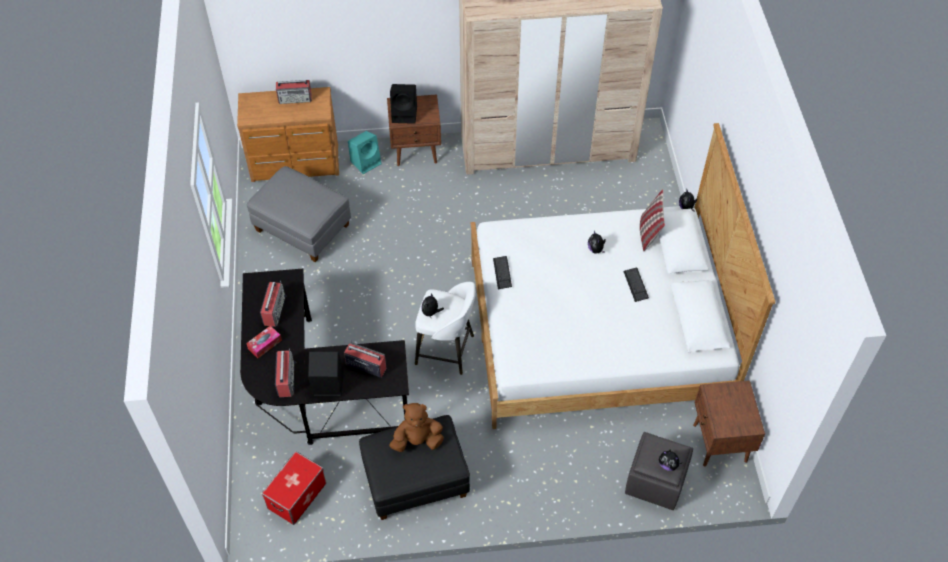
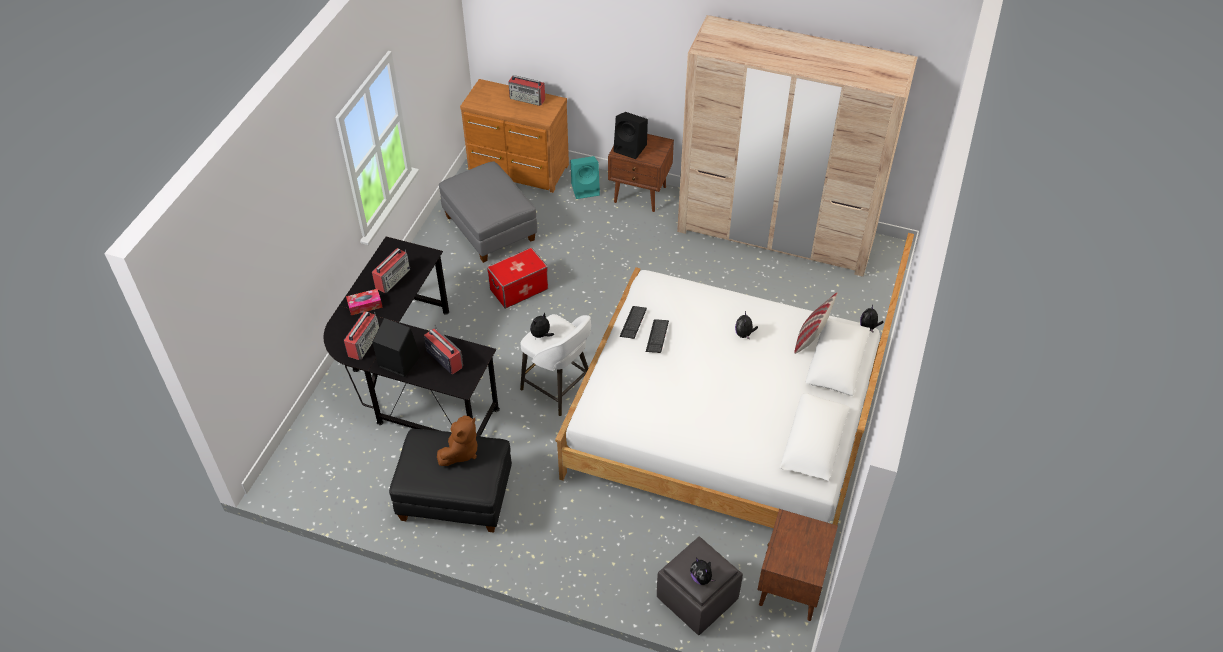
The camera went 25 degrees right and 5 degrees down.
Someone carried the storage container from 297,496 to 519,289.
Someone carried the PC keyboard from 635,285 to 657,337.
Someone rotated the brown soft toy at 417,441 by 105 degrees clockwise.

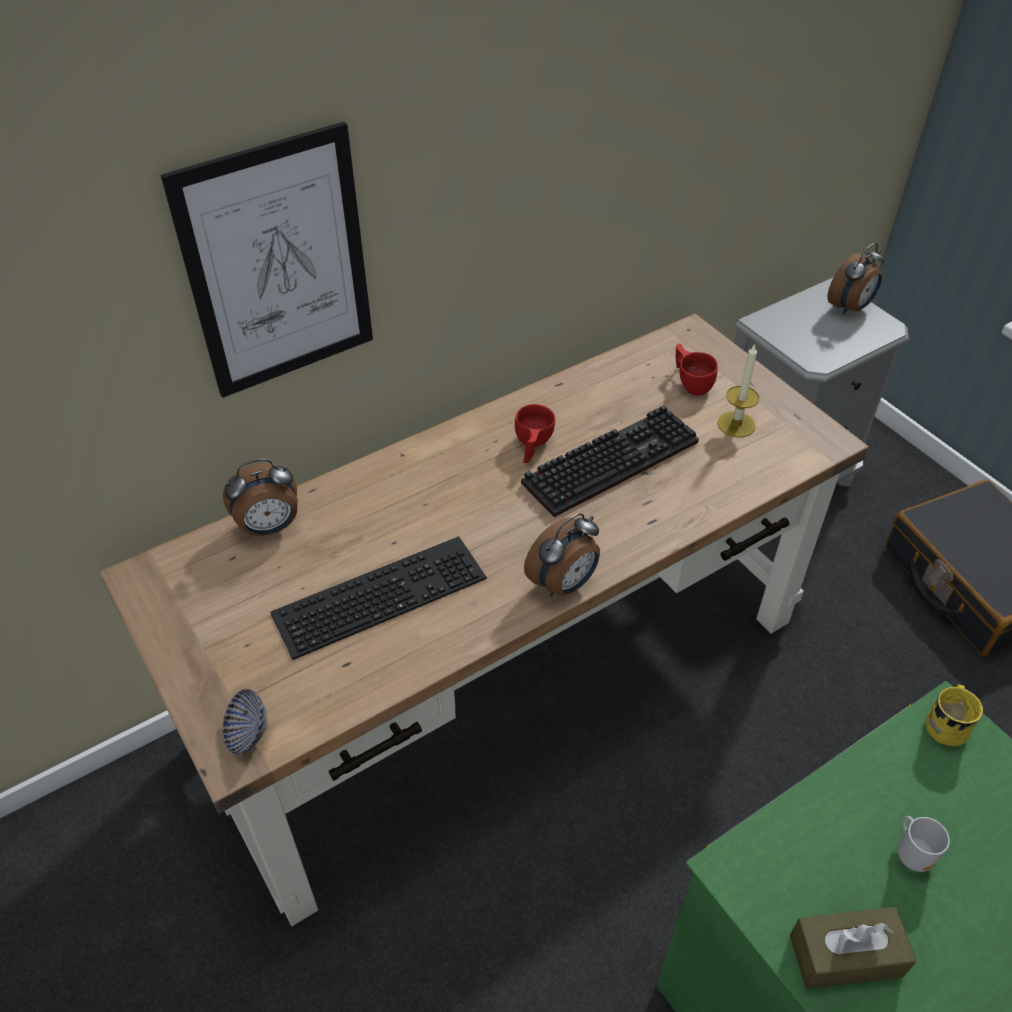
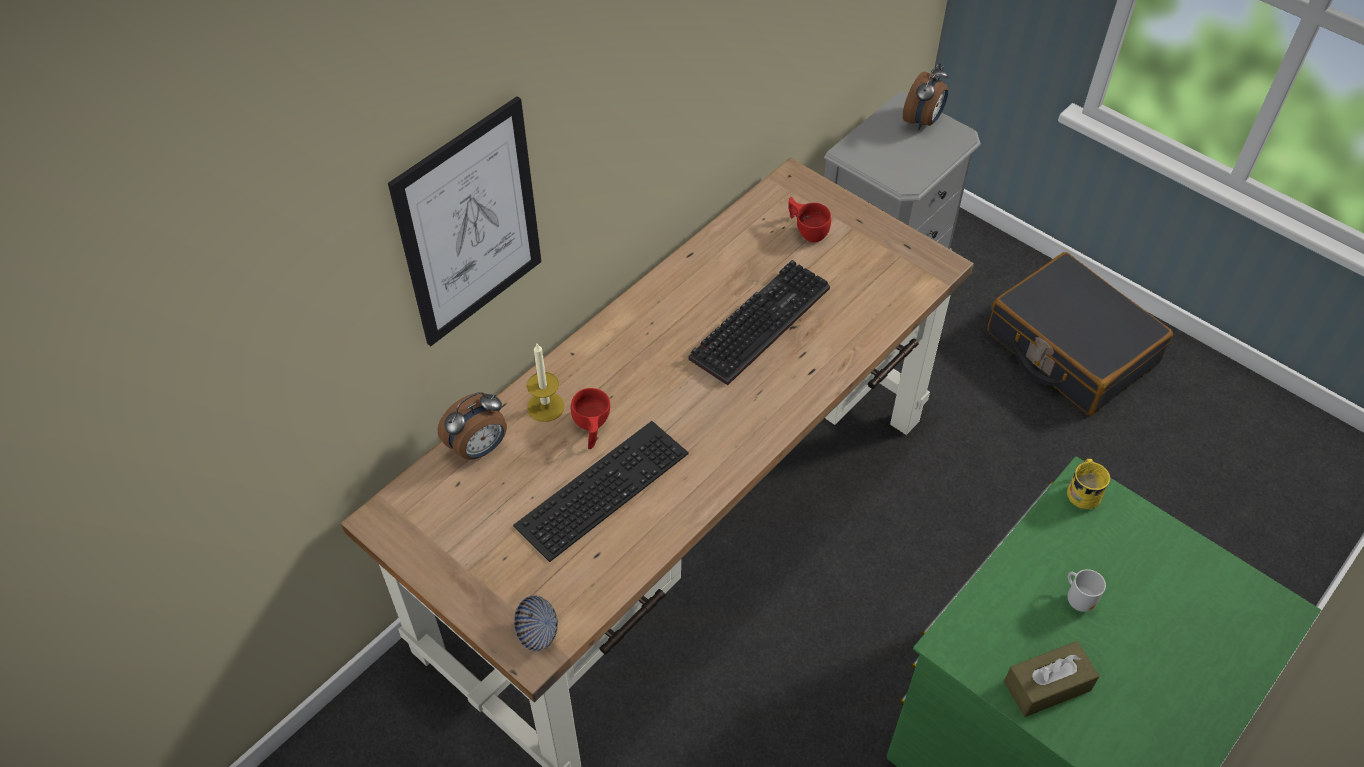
The camera went 15 degrees left and 5 degrees up.
Someone took away the bedside clock at 564,584.
Someone carried the red small cup from 532,446 to 591,428.
Someone carried the wax light from 736,424 to 545,407.

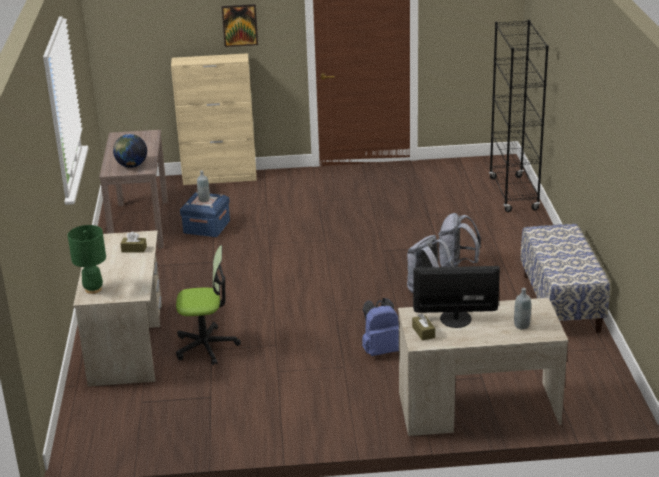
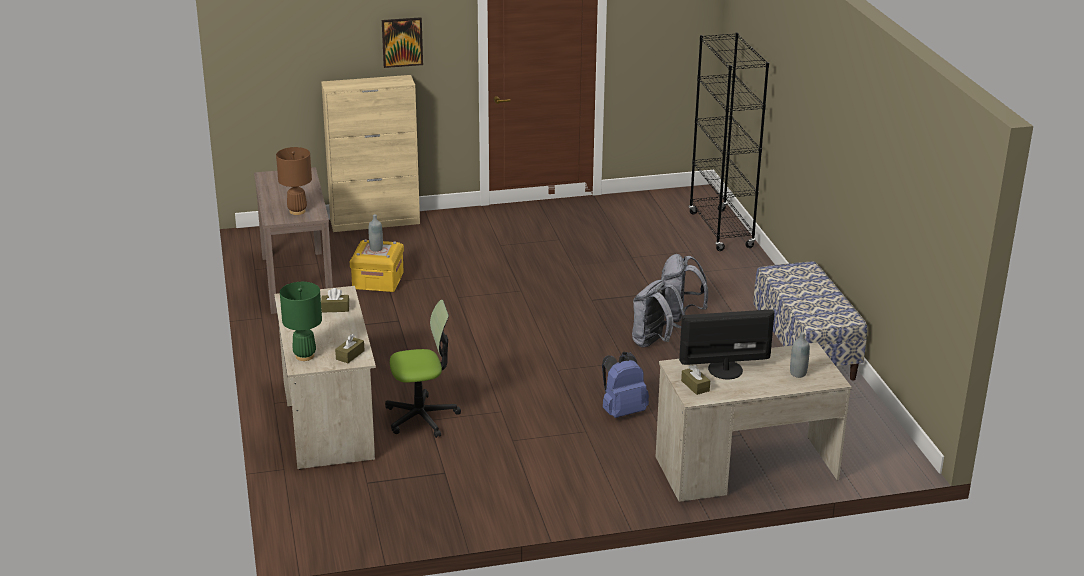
The camera went 10 degrees left and 0 degrees up.
Someone put down the brown tissue box at 350,355.
Someone swapped the globe at 131,166 for the brown table lamp at 297,211.
Someone repainted the blue storage container at 206,227, which became the yellowish storage container at 378,281.

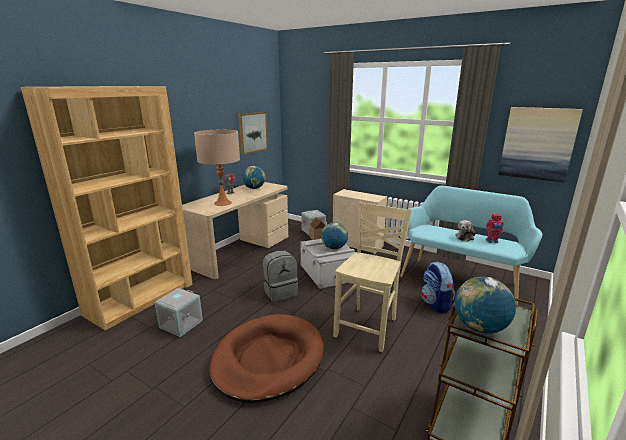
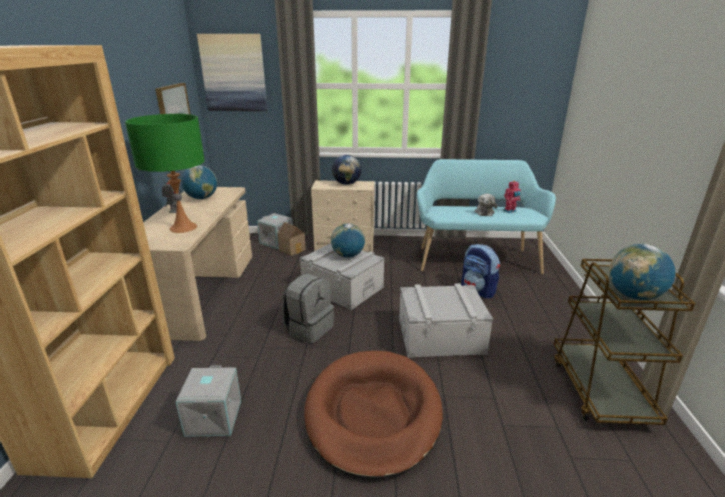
The camera went 30 degrees left and 5 degrees up.
Someone put down the globe at 346,184.
Someone carried the wall art from 537,144 to 234,73.
Someone swapped the beige plain chair at 368,327 for the grey storage container at 440,336.
Someone repainted the beige table lamp at 223,203, which became the green-coloured table lamp at 183,227.

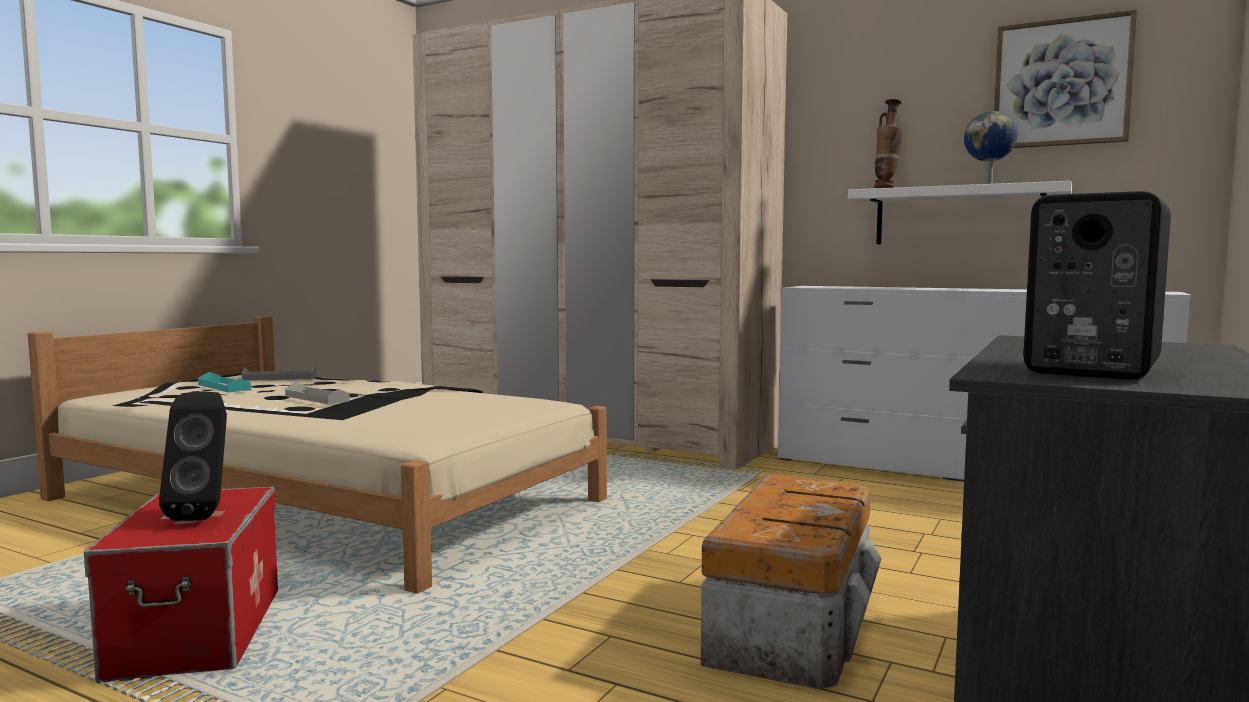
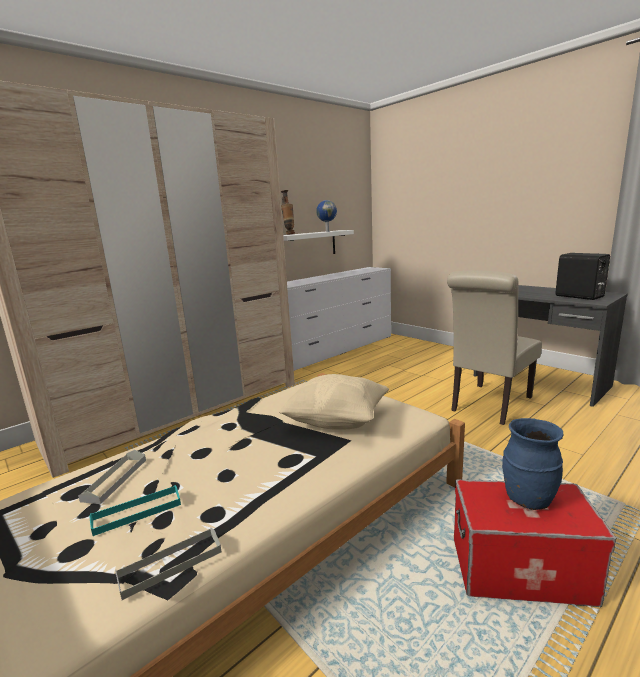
The camera went 70 degrees left and 10 degrees up.
Someone took away the wall art at 1061,83.
Someone put down the beige cushion at 337,421.
Someone carried the grey carrying tray from 317,398 to 170,564.
Someone swapped the black loudspeaker at 205,514 for the blue decorative vase at 527,499.
Someone swapped the storage container at 794,623 for the beige plain chair at 488,405.

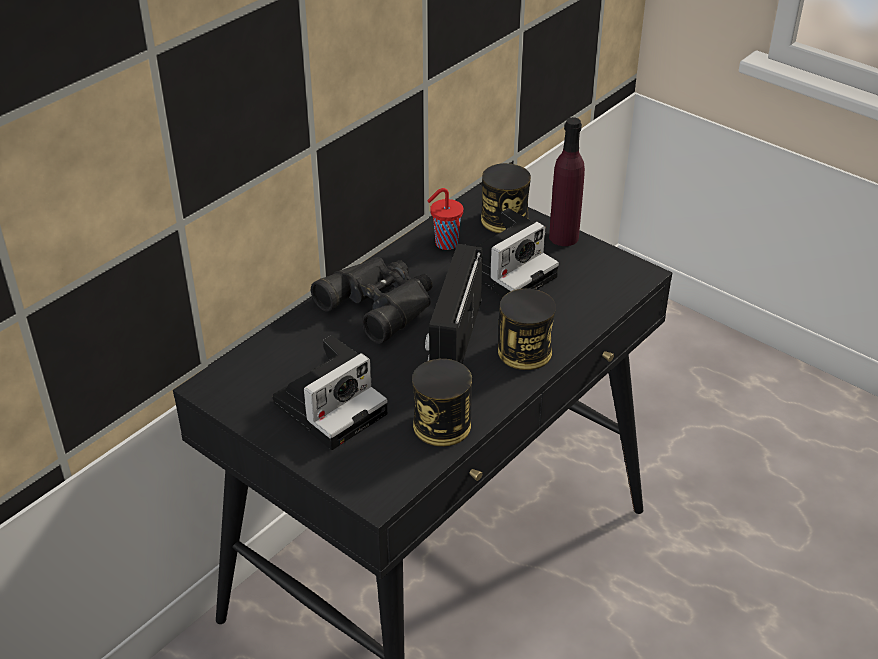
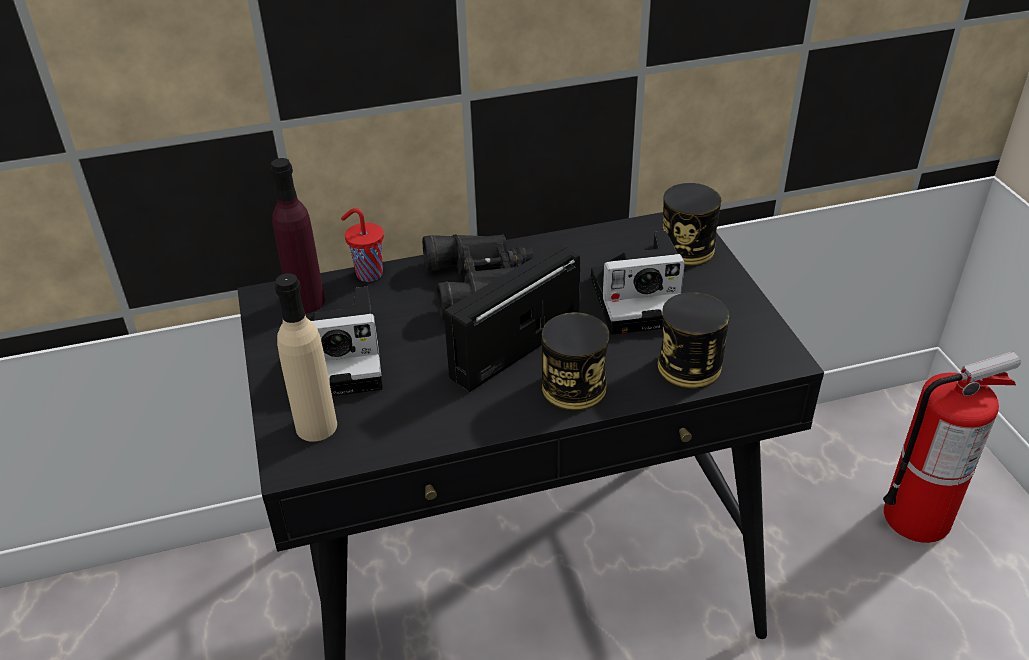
The camera went 35 degrees right and 0 degrees up.
Someone put down the beige beverage bottle at 316,426.
Someone put down the fire extinguisher at 917,517.
Someone carried the metal can from 442,425 to 689,366.
Someone carried the red small cup from 445,244 to 368,274.
Someone carried the purplish beverage bottle from 563,237 to 307,302.

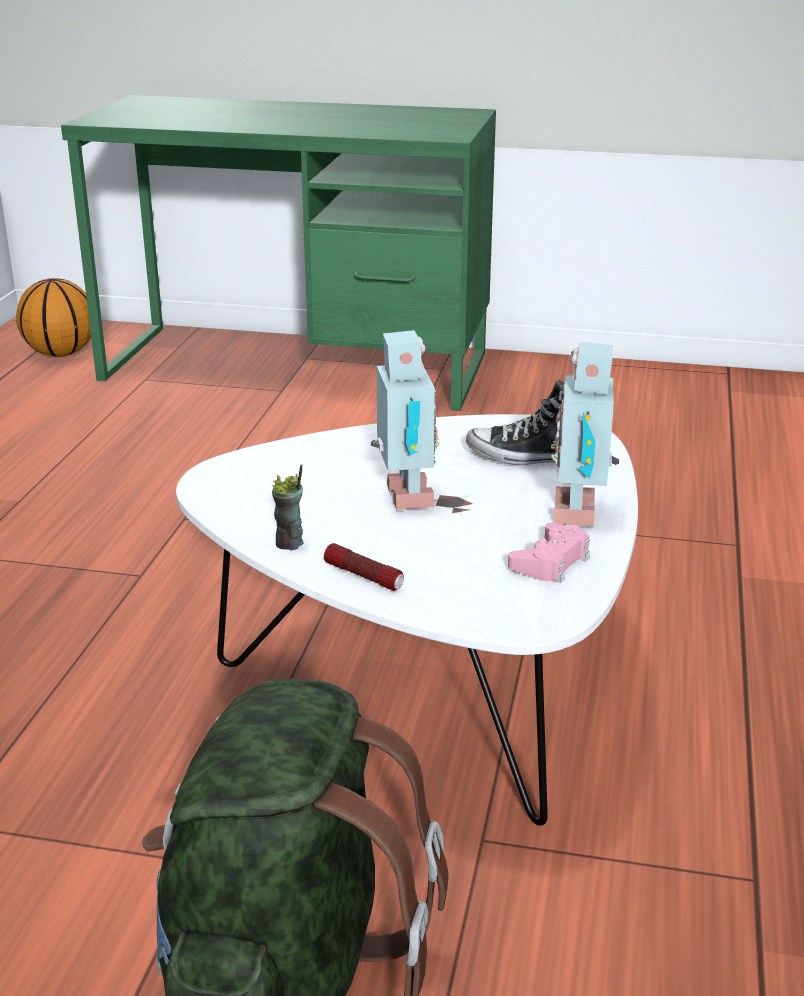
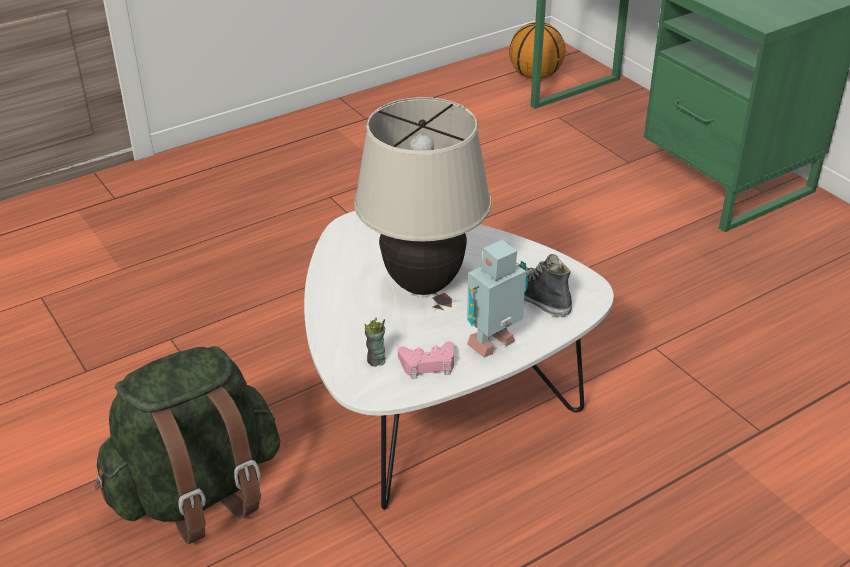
The camera went 45 degrees right and 10 degrees up.
Someone took away the torch at 364,576.
Someone carried the small cup from 290,544 to 376,361.
Someone swapped the robot figure at 404,498 for the beige table lamp at 423,284.

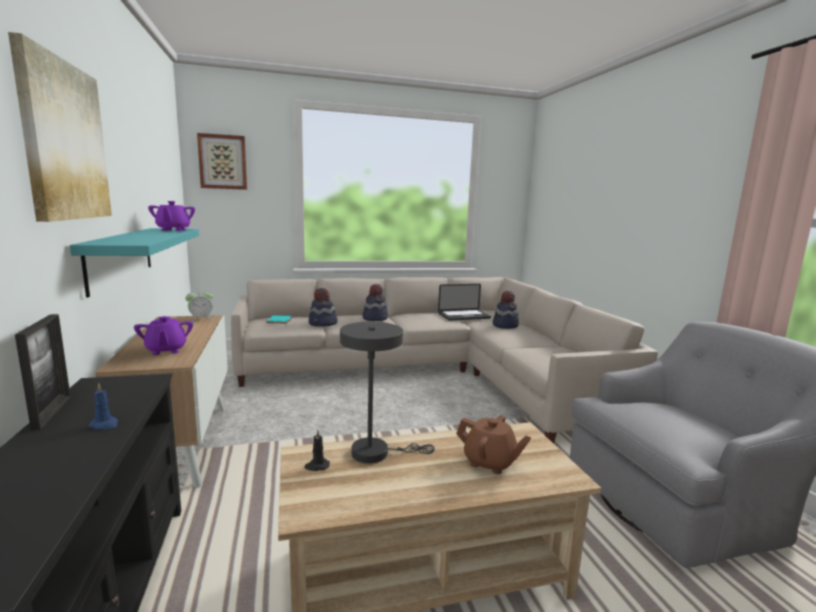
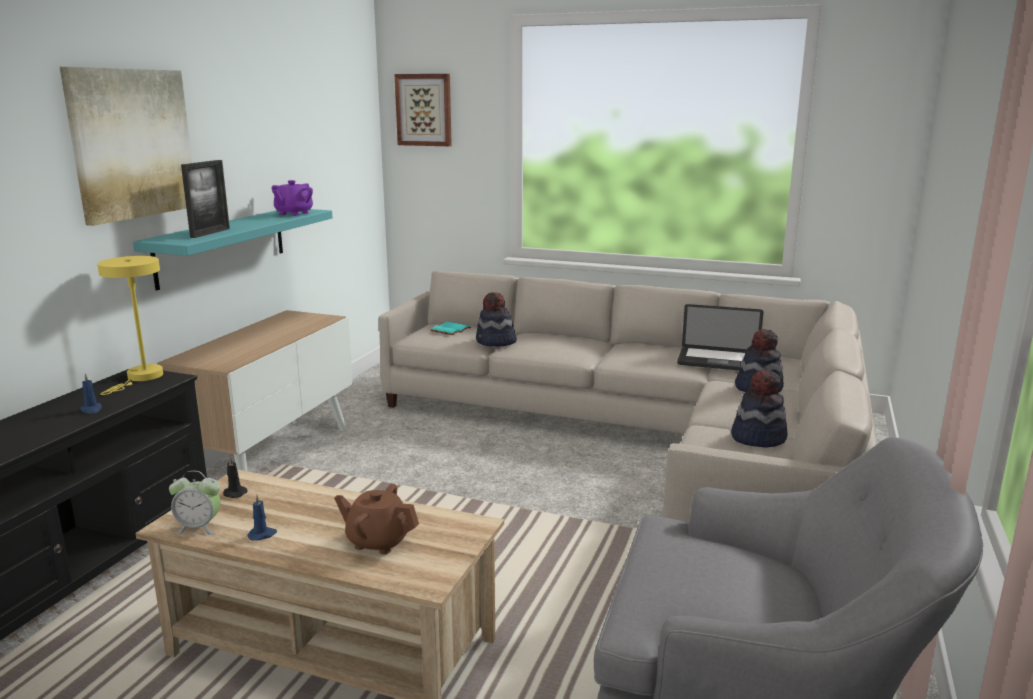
The camera went 35 degrees right and 5 degrees up.
Someone took away the purplish pot for tea at 166,350.
Someone took away the grey table lamp at 376,452.
Someone put down the yellowish table lamp at 141,378.
Someone put down the blue wax light at 262,535.
Someone carried the photo frame from 52,412 to 210,233.
Someone carried the bedside clock from 201,319 to 199,527.
Someone carried the wearable hat from 374,318 to 758,437.
Someone rotated the brown pot for tea at 490,462 by 135 degrees clockwise.

